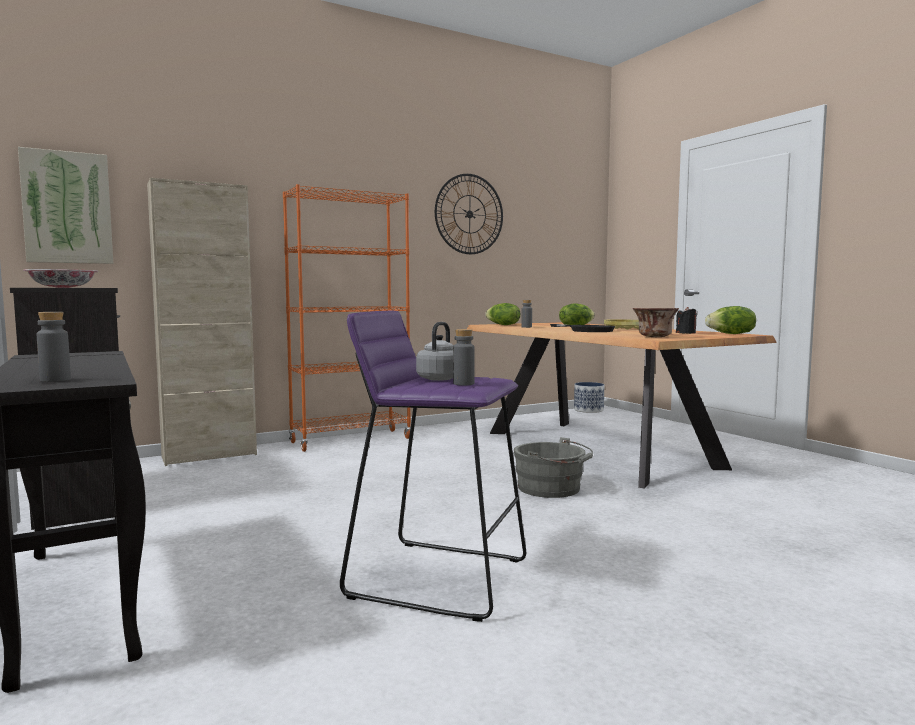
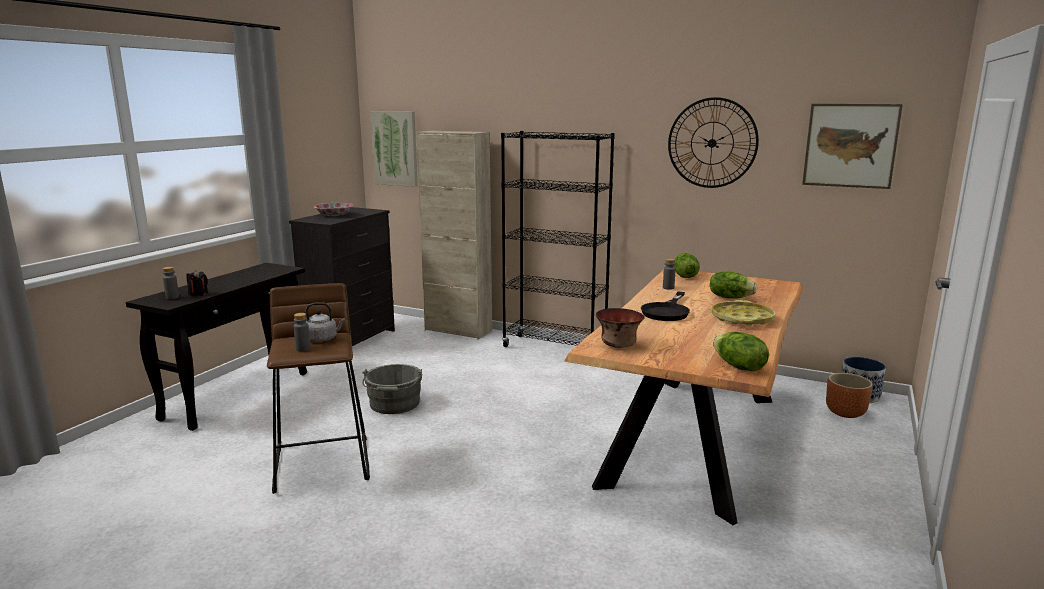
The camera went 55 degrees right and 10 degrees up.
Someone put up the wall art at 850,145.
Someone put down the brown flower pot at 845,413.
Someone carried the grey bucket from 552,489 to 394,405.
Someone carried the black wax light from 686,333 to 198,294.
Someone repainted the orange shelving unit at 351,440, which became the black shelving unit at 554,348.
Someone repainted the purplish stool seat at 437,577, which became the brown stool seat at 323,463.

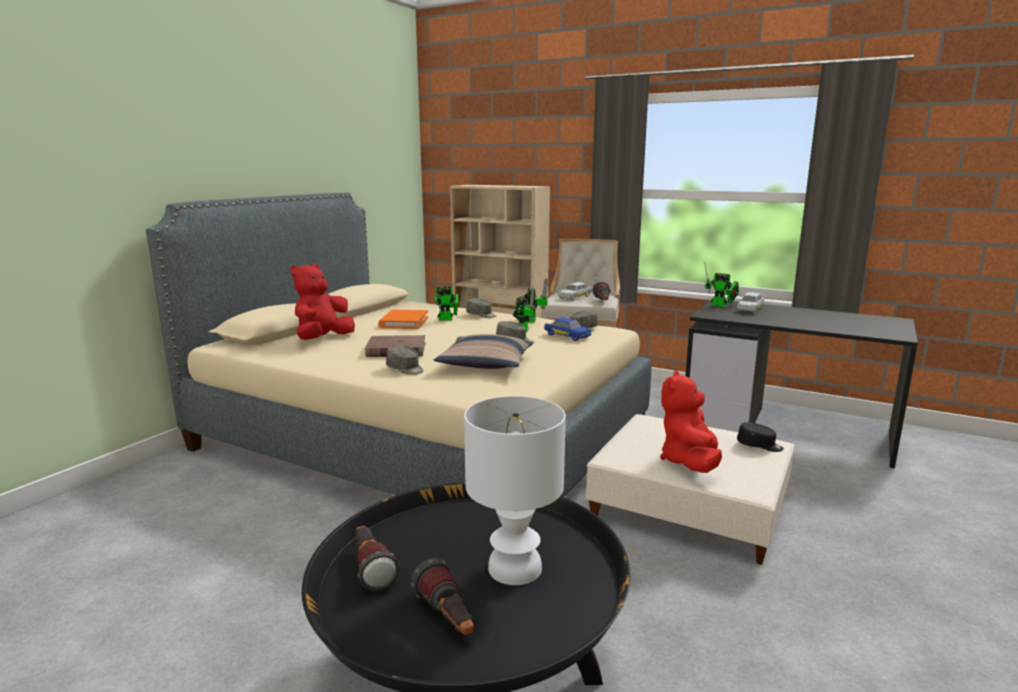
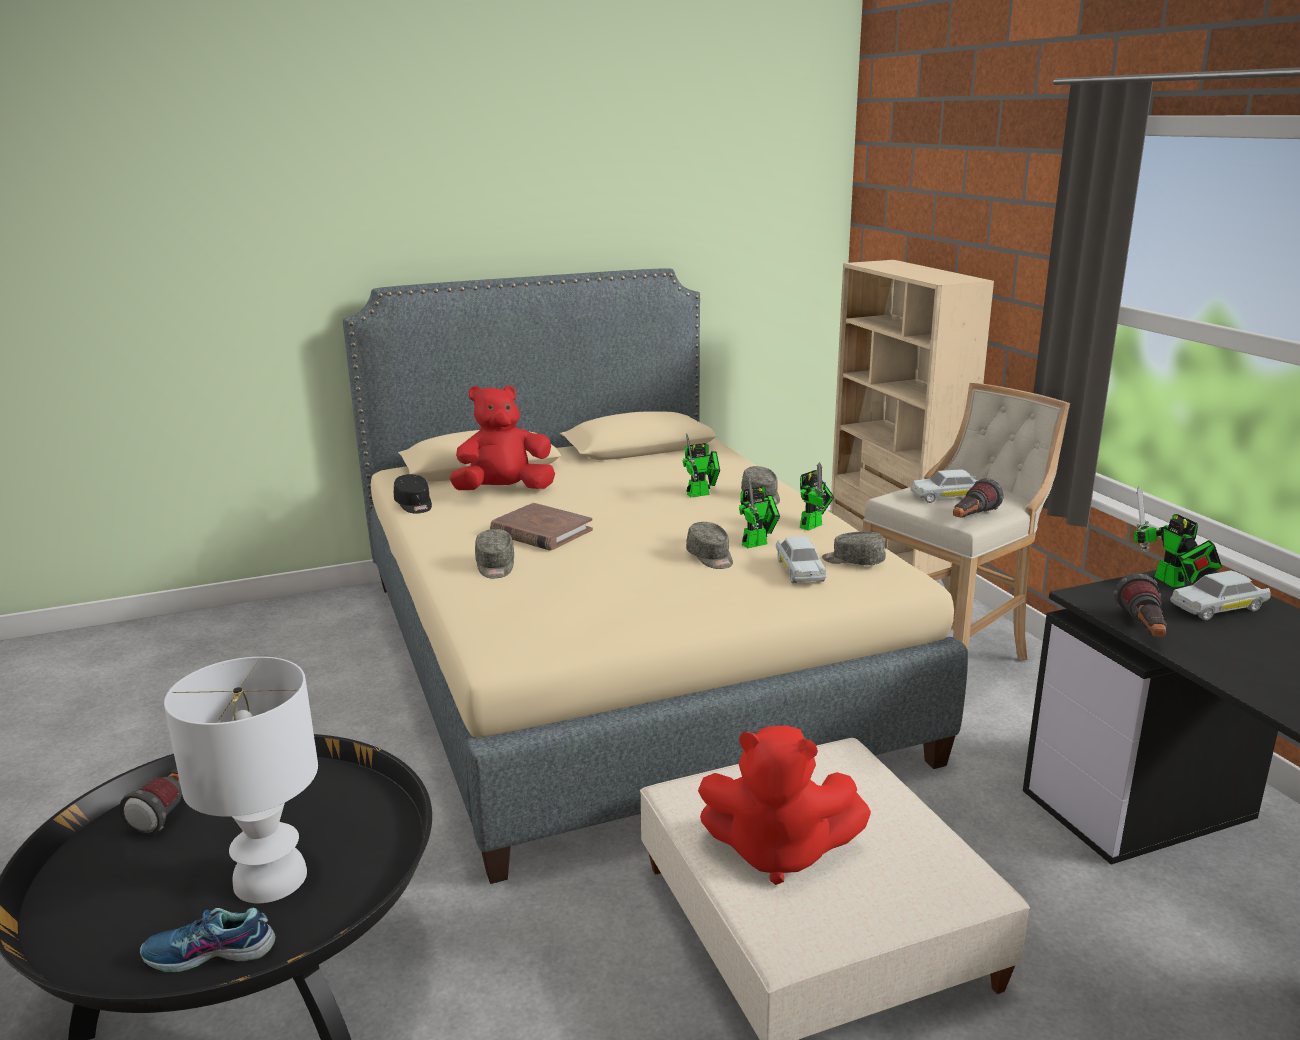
The camera went 40 degrees right and 5 degrees up.
Someone took away the orange bound book at 404,322.
Someone took away the cushion at 486,363.
Someone put down the item of footwear at 210,954.
Someone carried the torch from 447,619 to 1143,630.
Someone carried the black cap from 759,446 to 414,505.
Someone repainted the blue toy car at 567,336, which became the white-coloured toy car at 800,570.
Someone rotated the robot figure at 447,319 by 45 degrees counterclockwise.
Someone rotated the red soft toy at 689,462 by 135 degrees counterclockwise.

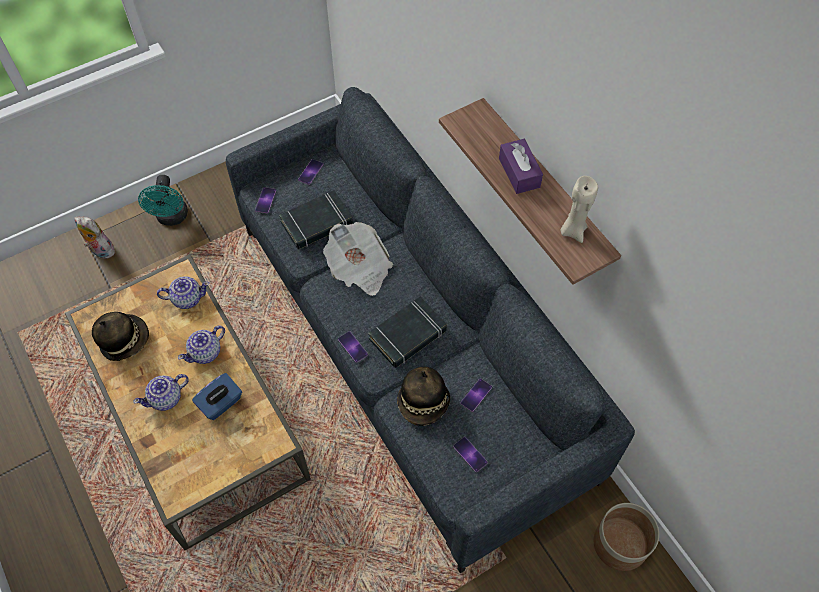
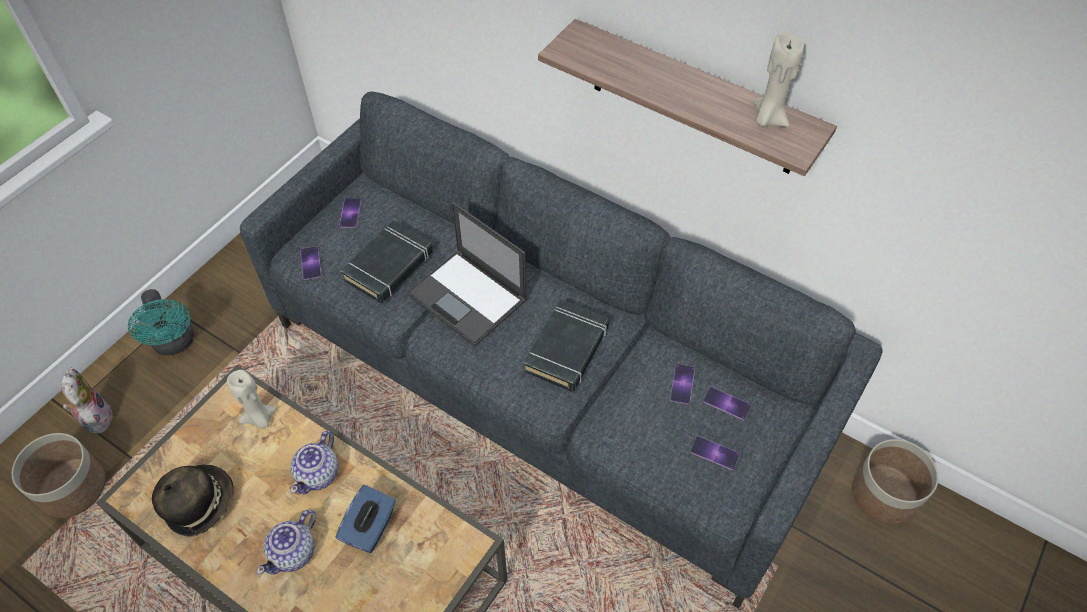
The camera went 25 degrees left and 5 degrees down.
Someone took away the wearable hat at 424,403.
Someone took away the purplish tissue box at 519,172.
Someone put down the flower pot at 72,488.
Someone carried the phone from 352,347 to 727,403.
Someone swapped the pot for tea at 187,298 for the beige wax light at 260,418.
Someone swapped the daily paper at 359,268 for the laptop at 468,297.
Someone rotated the soft toy at 100,250 by 60 degrees clockwise.

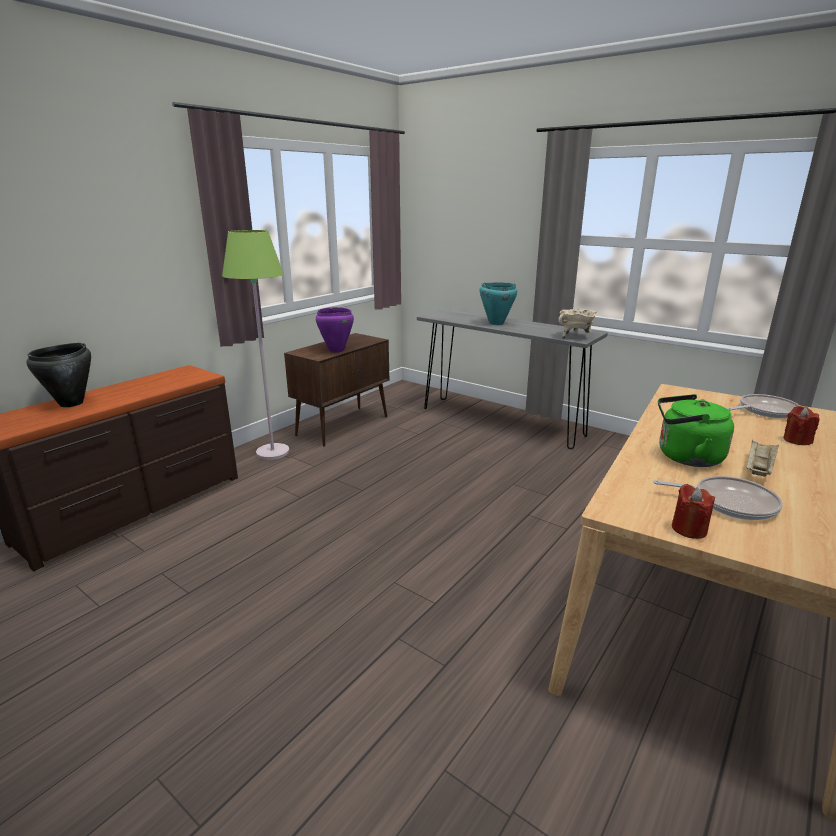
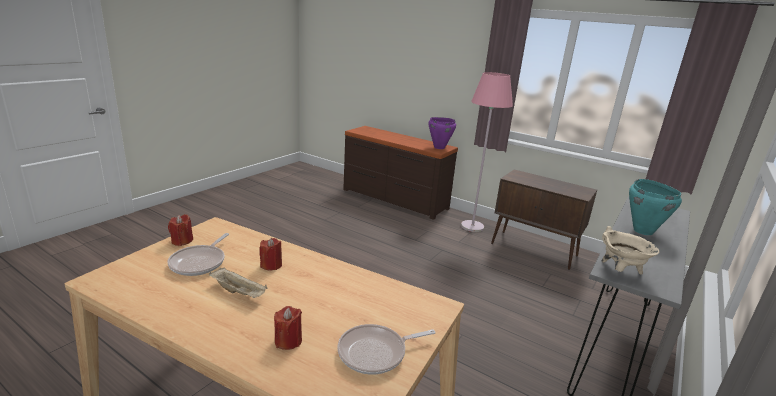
The camera went 85 degrees right and 0 degrees up.
Someone took away the black stockpot at 72,403.
Someone carried the purplish stockpot from 336,350 to 439,147.
Someone swapped the green-coloured water kettle at 685,457 for the red wax light at 271,265.
Someone repainted the green-coloured standing lamp at 273,452, which became the pink standing lamp at 472,226.
Someone rotated the frying pan at 764,411 by 90 degrees clockwise.

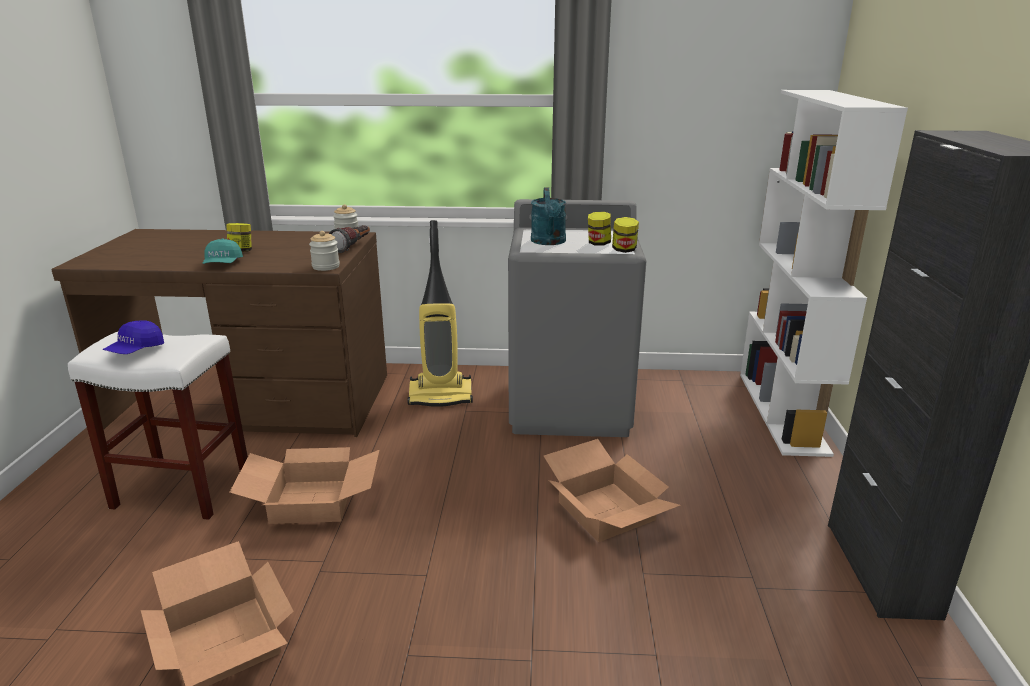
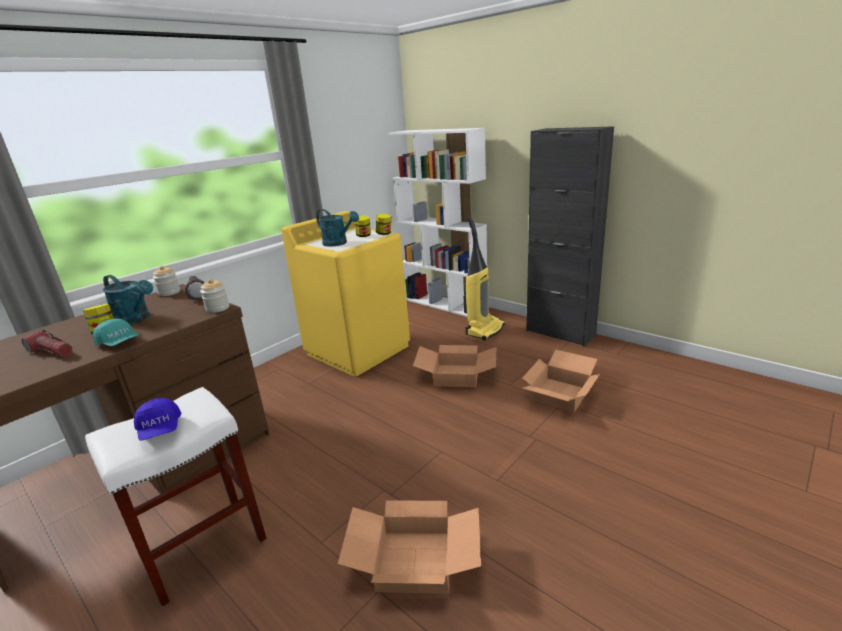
The camera went 50 degrees left and 0 degrees up.
Someone put down the torch at 52,352.
Someone put down the turquoise watering pot at 136,319.
Someone carried the carton from 310,502 to 560,395.
Someone carried the vacuum from 441,396 to 484,330.
Someone repainted the grey laundry appliance at 570,406, which became the yellowish laundry appliance at 358,350.

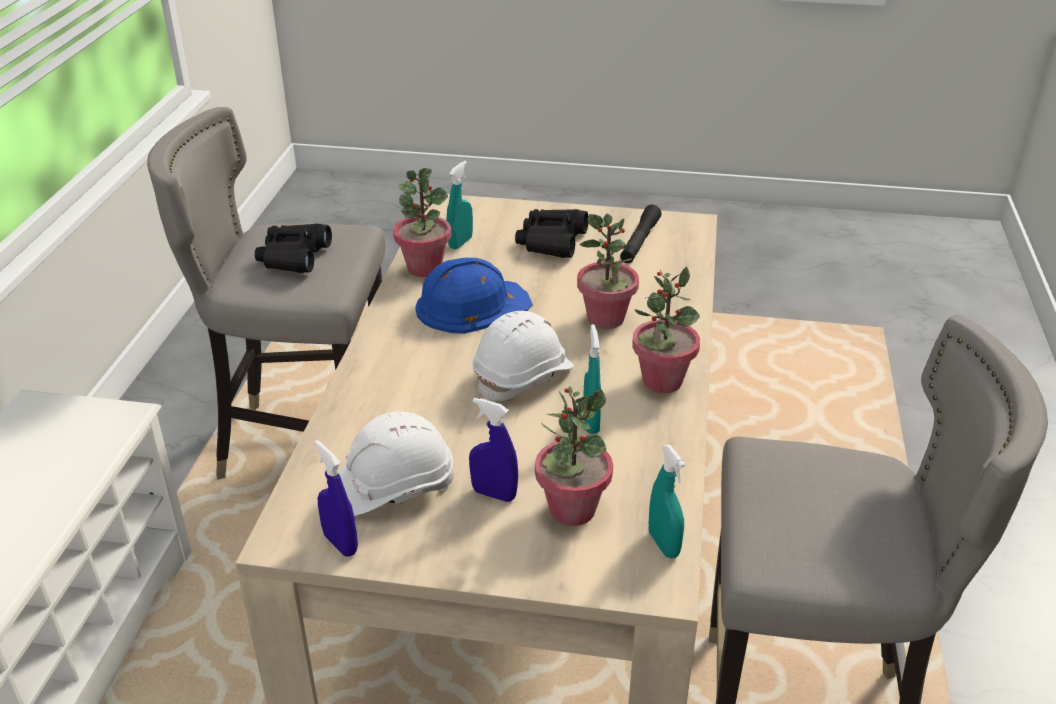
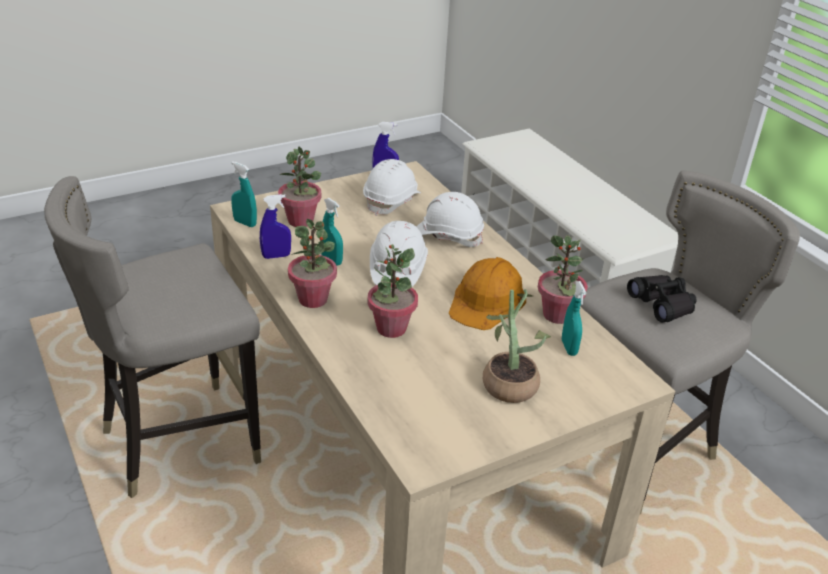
The camera went 140 degrees right and 0 degrees up.
Someone took away the black torch at 639,242.
Someone put down the white-coloured hard hat at 448,235.
Someone carried the blue sprayer from 494,494 to 276,256.
Someone swapped the black binoculars at 552,242 for the plant in a pot at 508,381.
Someone repainted the blue hard hat at 471,305, which became the orange hard hat at 487,301.

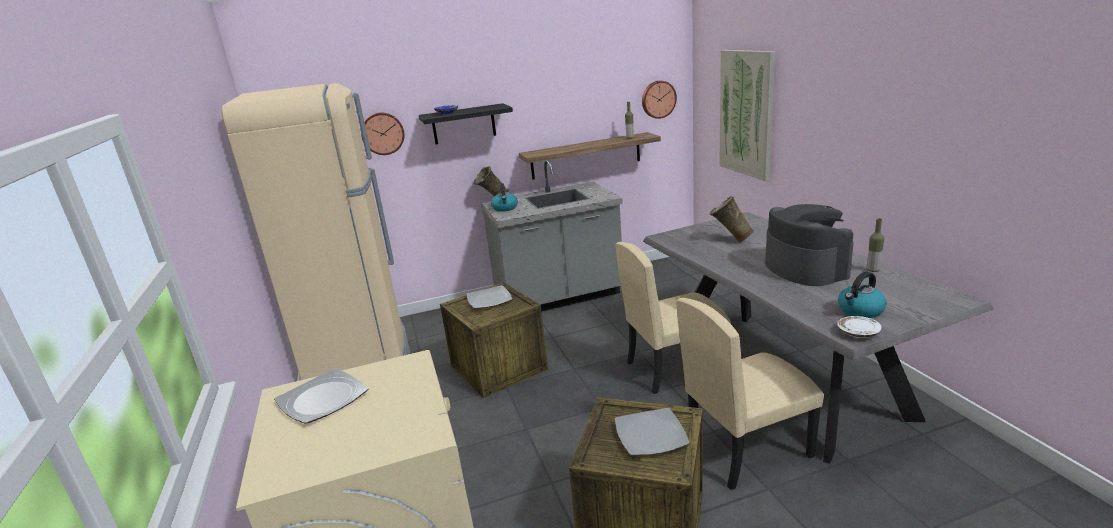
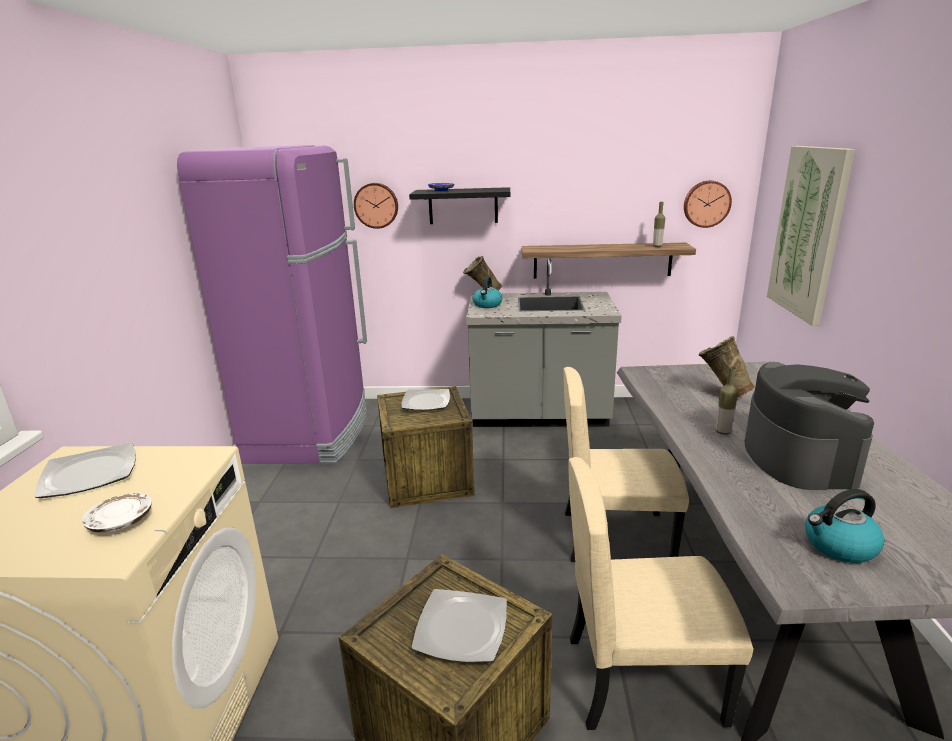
The camera went 20 degrees right and 0 degrees up.
Someone carried the white-coloured dinner plate from 858,333 to 120,522.
Someone carried the beverage bottle from 873,270 to 723,432.
Someone repainted the beige refrigerator at 359,359, which became the purplish refrigerator at 311,432.

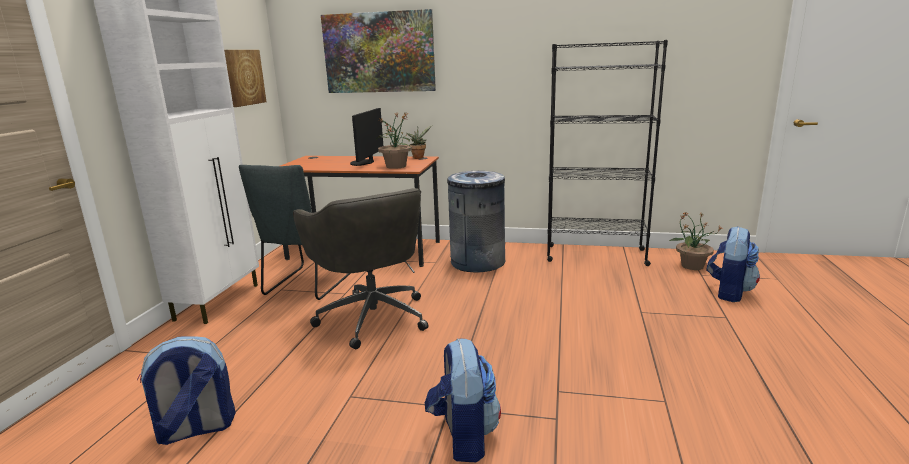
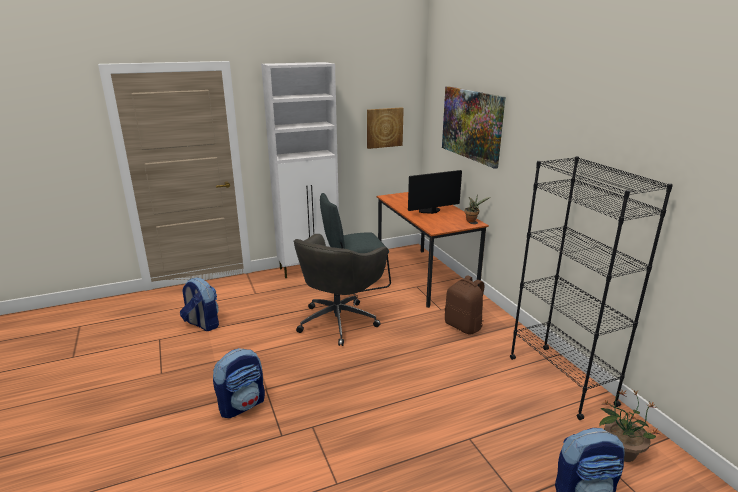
The camera went 55 degrees right and 5 degrees up.
Someone took away the plant in a pot at 396,166.
Someone swapped the grey waste bin at 477,262 for the brown rucksack at 464,326.

